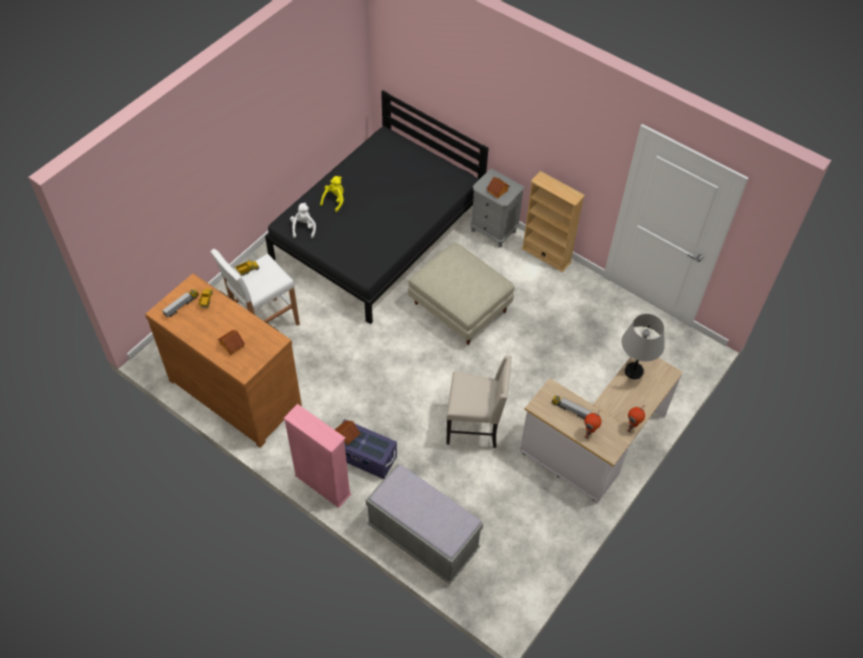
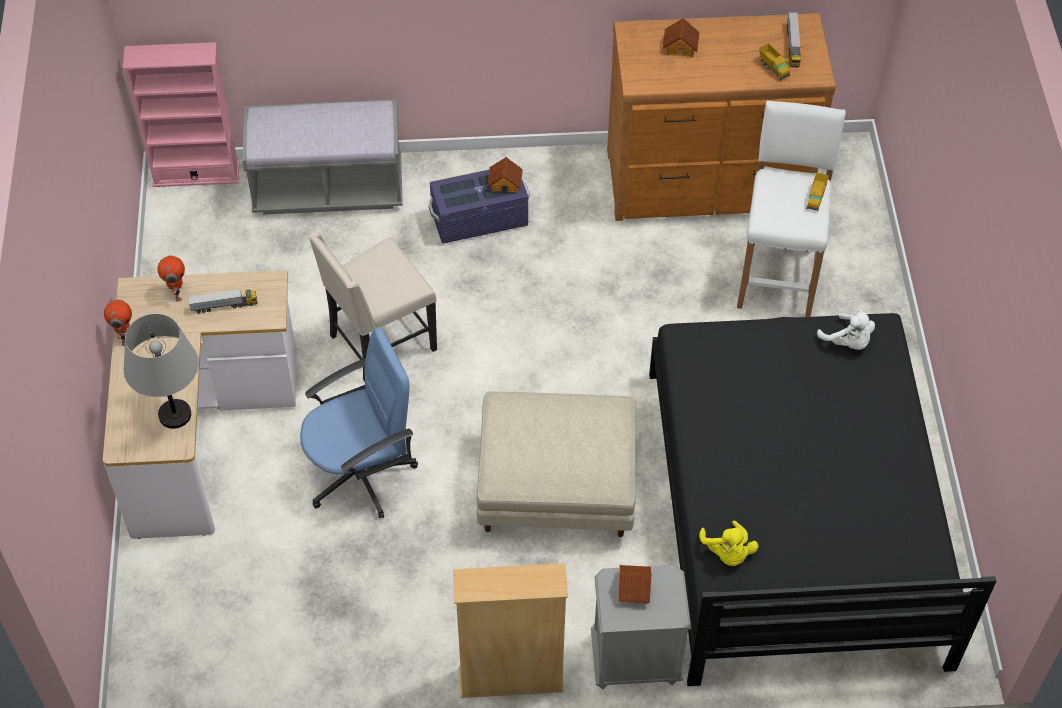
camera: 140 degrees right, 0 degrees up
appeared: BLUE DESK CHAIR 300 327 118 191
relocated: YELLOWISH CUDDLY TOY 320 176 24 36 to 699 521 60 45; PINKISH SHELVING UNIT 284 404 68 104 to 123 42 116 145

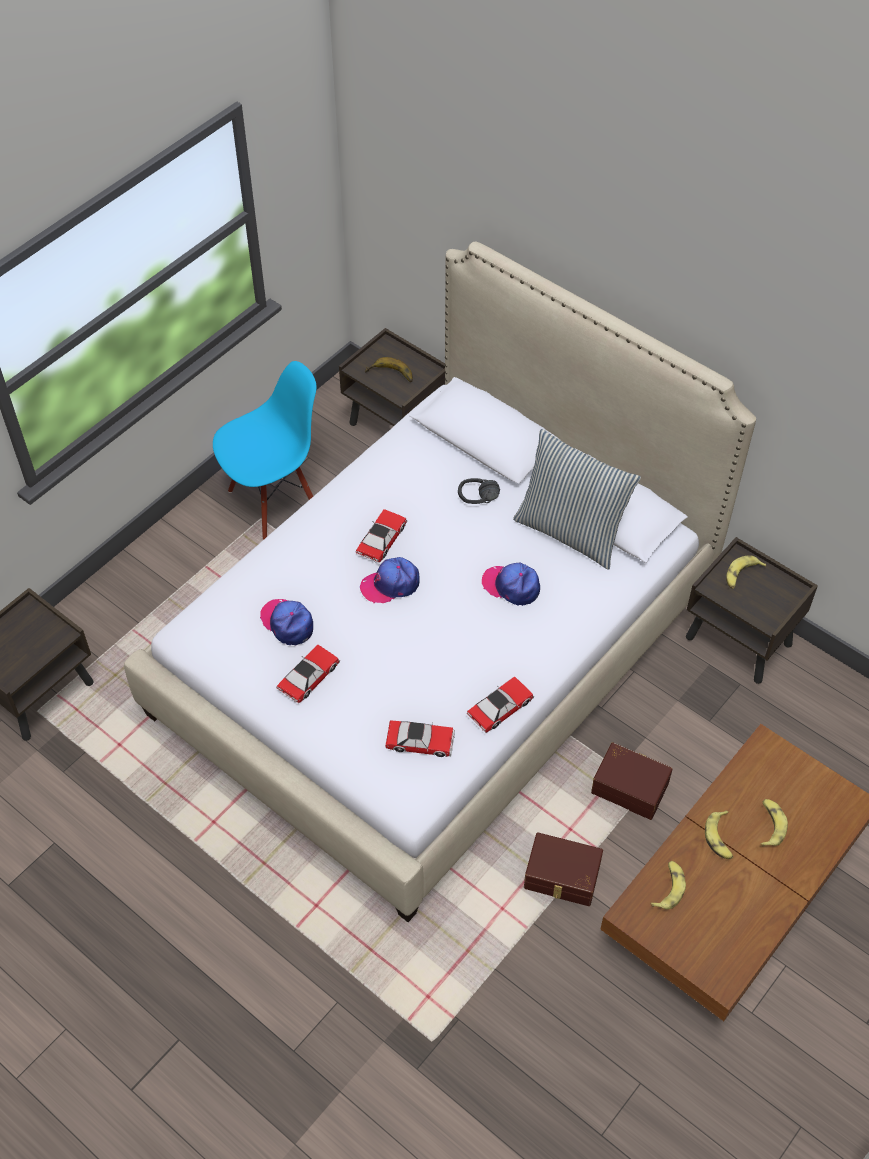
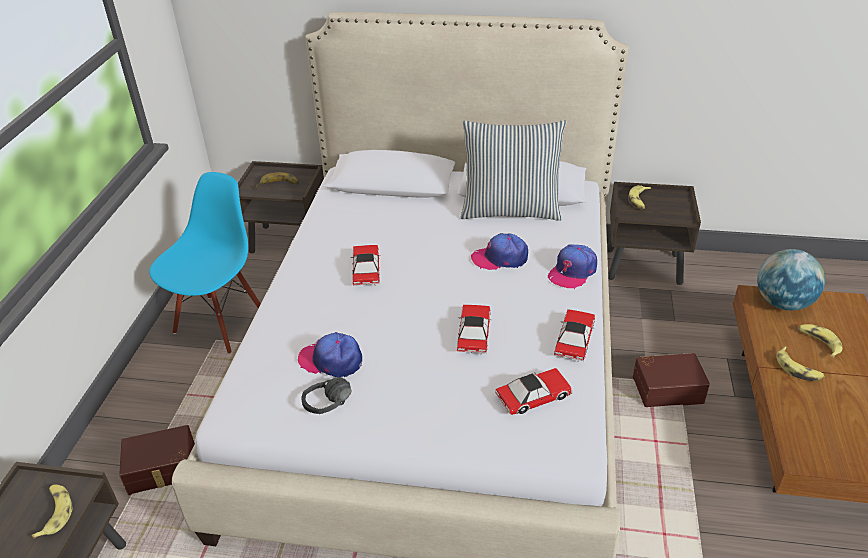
camera: 30 degrees left, 15 degrees down
appeared: DESK GLOBE 757 249 68 62
relocated: BLACKISH HEADPHONES 458 478 42 26 to 302 377 49 37; PEAKED CAP 360 557 60 46 to 548 244 49 45; MODEL CAR 277 645 63 58 to 457 305 35 50; BROWN-COLOURED STORAGE BIN 524 832 79 74 to 119 425 76 70; WHOLE BANANA 650 861 36 49 to 31 484 42 55

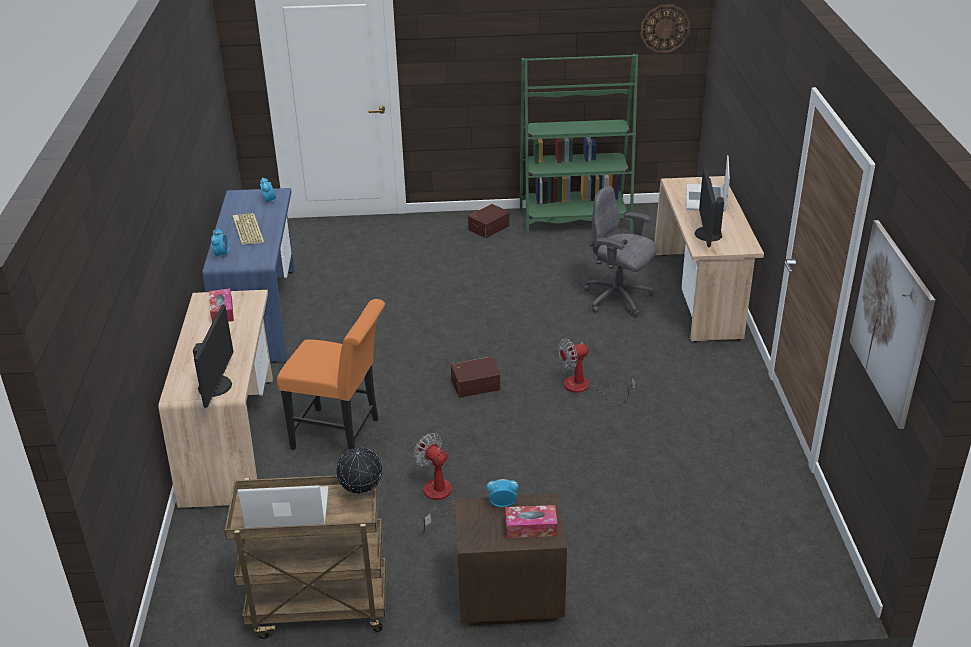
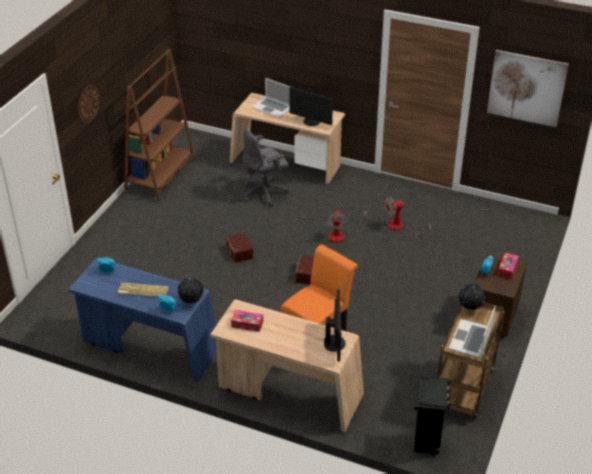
camera: 65 degrees left, 5 degrees up
appeared: DESK GLOBE 177 277 26 26; BLACKISH WASTE BIN 414 377 37 78
relocated: HANGING CLOCK 640 4 50 49 to 78 85 22 38; BROWN-COLOURED STORAGE BIN 468 204 42 34 to 226 233 28 30; FAN 413 433 40 99 to 385 197 46 41
colour: GREEN SHELVING UNIT 520 54 118 181 to BROWN-COLOURED SHELVING UNIT 124 49 72 152
spun: COMPUTER DISPLAY 193 304 41 104 = 324 288 22 74 60 degrees clockwise

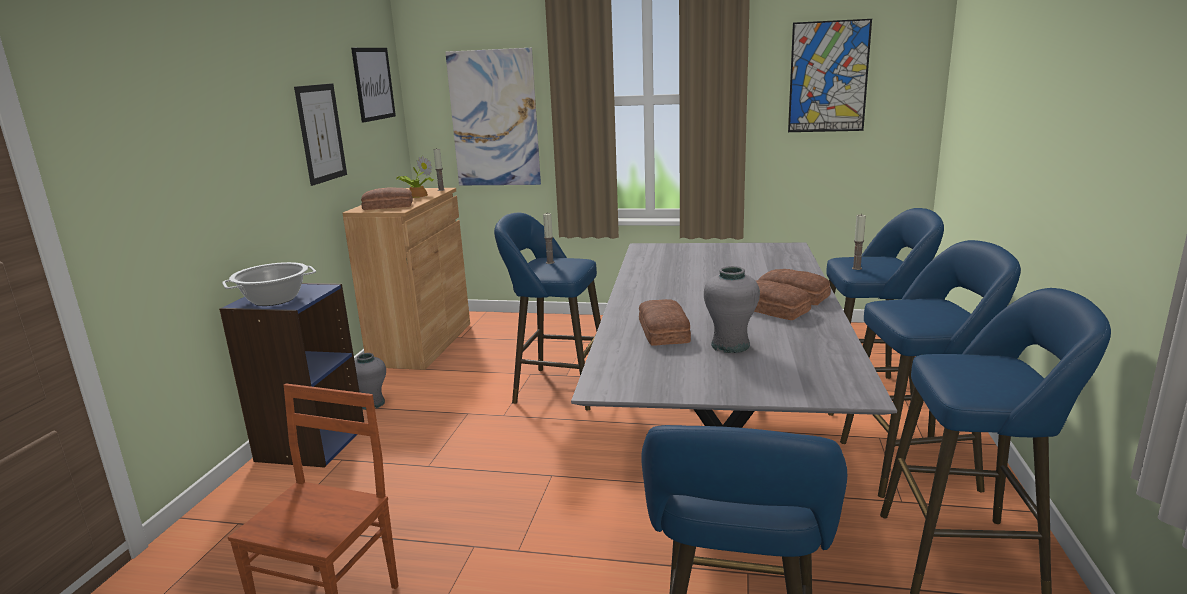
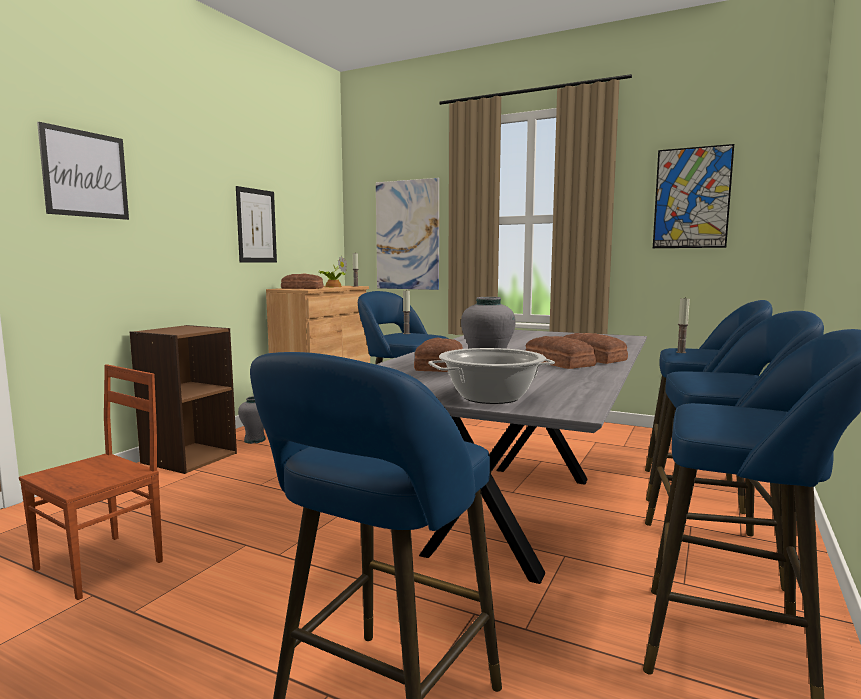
camera: 15 degrees right, 10 degrees down
relocated: WALL ART 351 48 45 75 to 37 122 92 98; SAUCEPOT 222 262 94 44 to 428 348 127 56
colour: BLUE SHELVING UNIT 219 283 146 185 to BROWN-COLOURED SHELVING UNIT 130 325 107 149

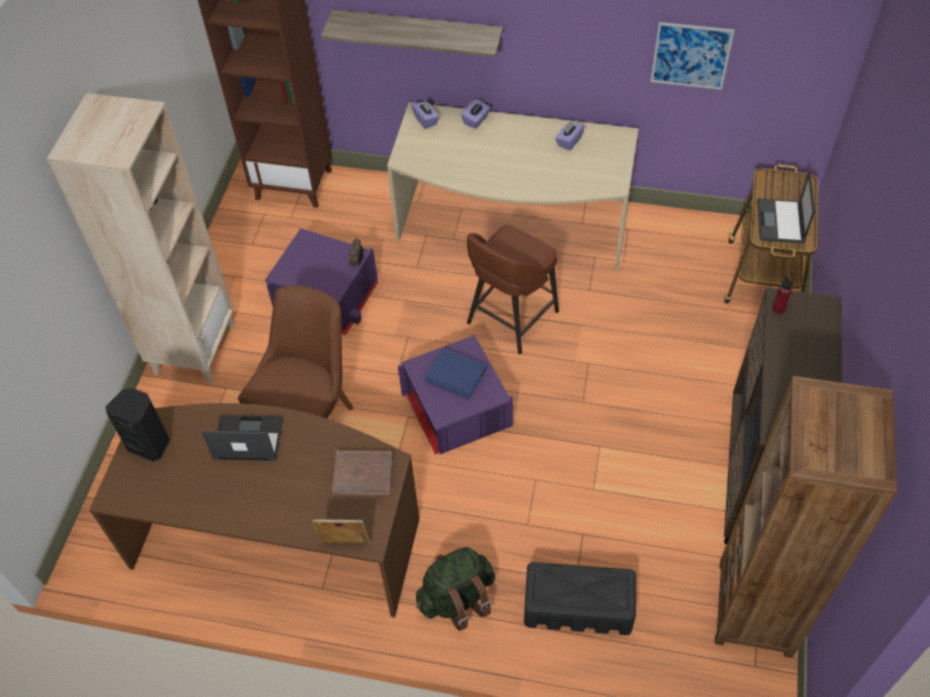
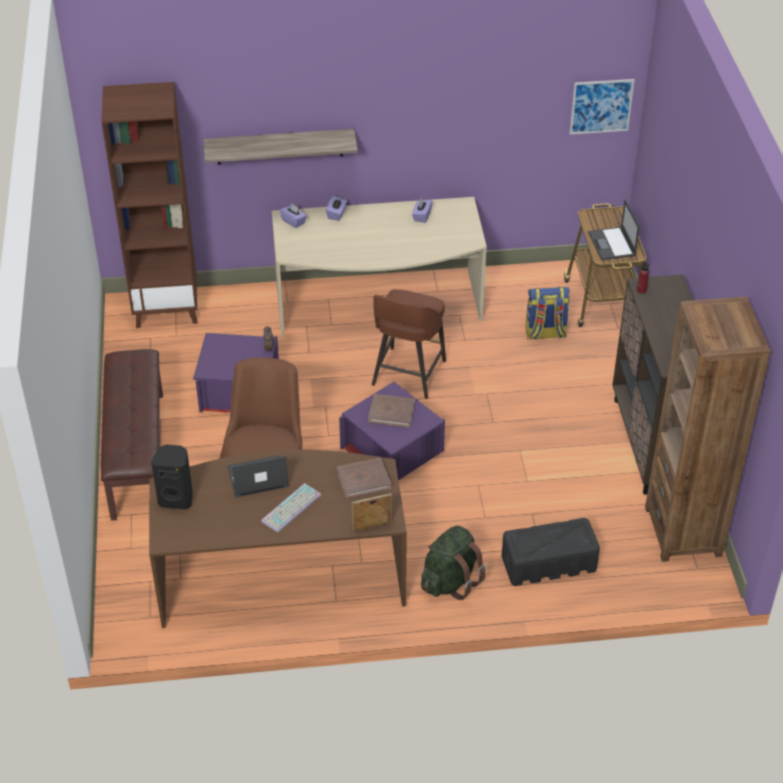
camera: 20 degrees left, 10 degrees down
appeared: BACKPACK 526 287 44 53; COMPUTER KEYBOARD 261 483 60 50
relocated: WALL ART 650 22 84 68 to 570 79 64 55
exchanged: SAND-COLOURED SHELVING UNIT 47 93 187 290 to BROWN-COLOURED LONG SEAT 101 349 62 172
colour: BLUE BOOK 425 348 62 51 to BROWN-COLOURED BOOK 368 394 47 34

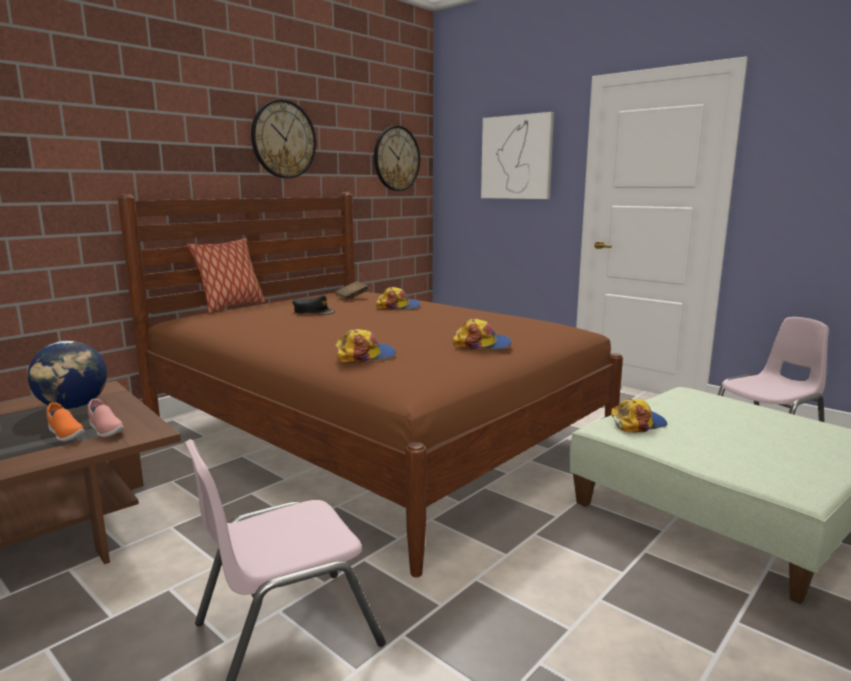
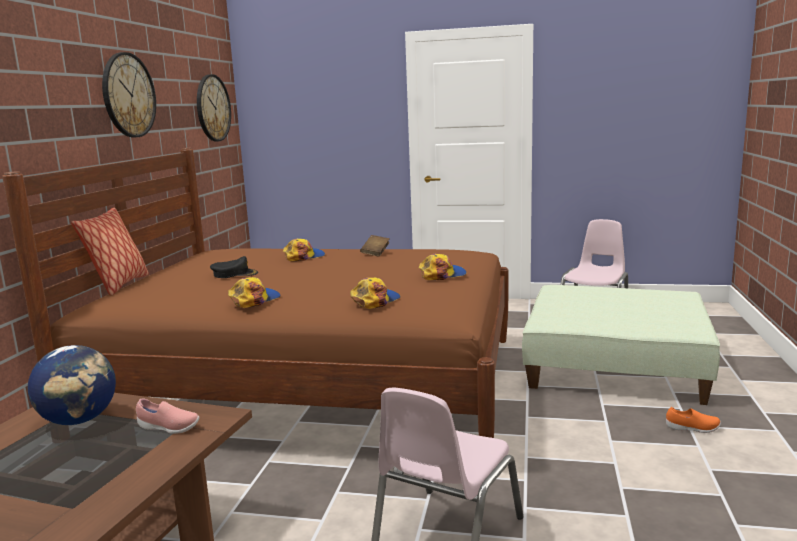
camera: 30 degrees left, 0 degrees up
missing: WALL ART 481 112 73 87
relocated: BROWN-COLOURED BOOK 335 281 33 20 to 360 235 30 21; PEAKED CAP 611 398 56 35 to 228 277 53 31; ORANGE-COLOURED SHOE 46 402 39 39 to 666 407 55 26

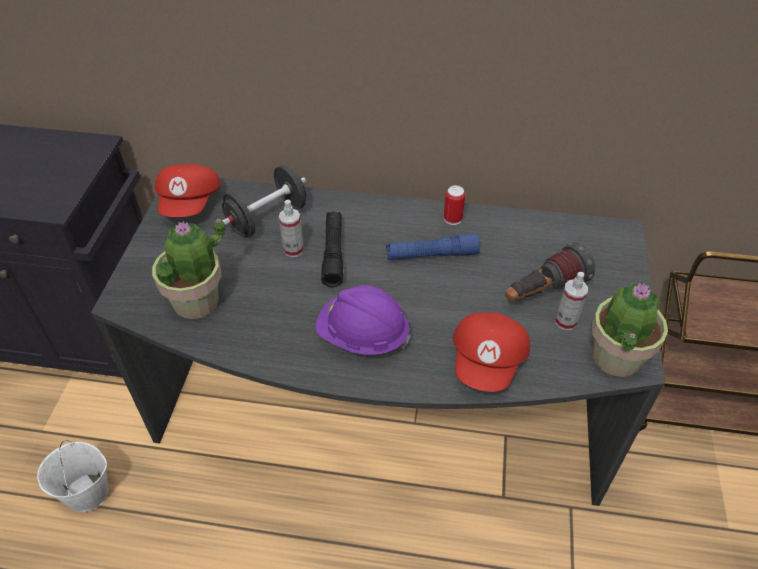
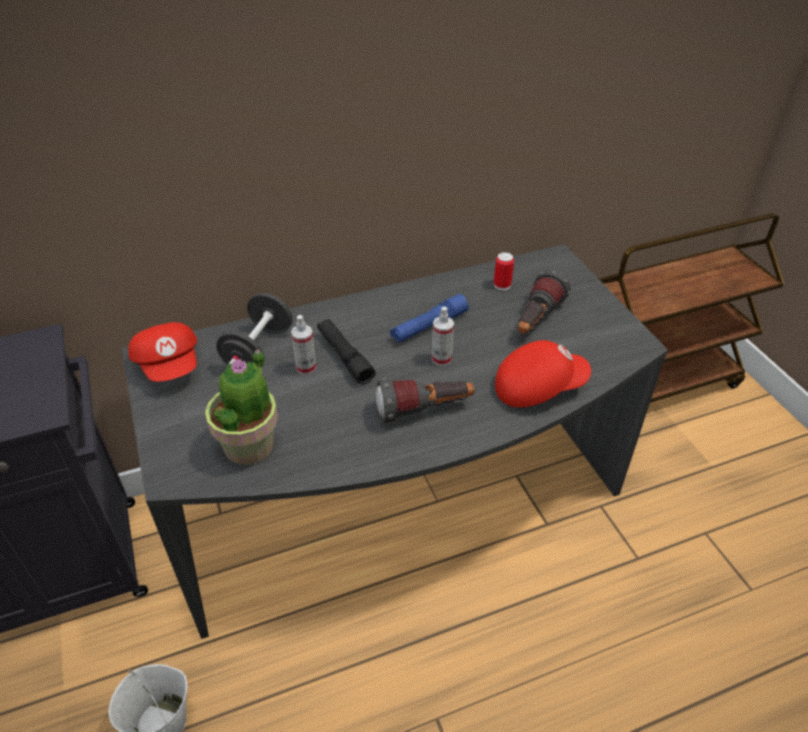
camera: 30 degrees left, 5 degrees down
missing: HOUSEPLANT 591 283 77 94
relocated: SEALED CAN 444 185 21 40 to 494 252 20 38; SPRAYER 555 272 33 58 to 432 307 22 59
exchanged: PURPLISH WORK HELMET 316 285 95 70 to TORCH 376 378 98 46
spun: REDDISH PEAKED CAP 453 312 77 80 = 495 340 96 67 90 degrees counterclockwise

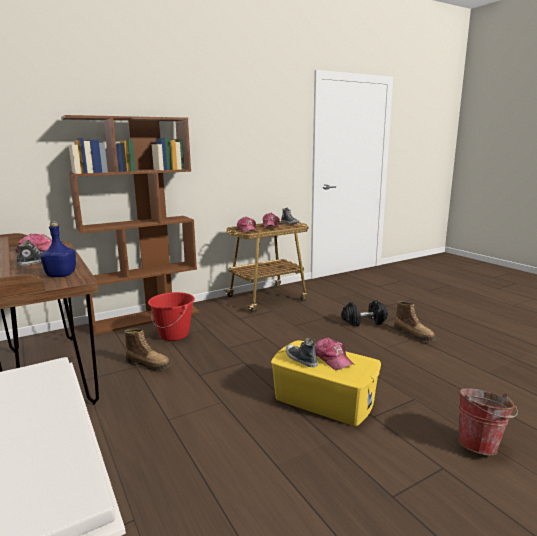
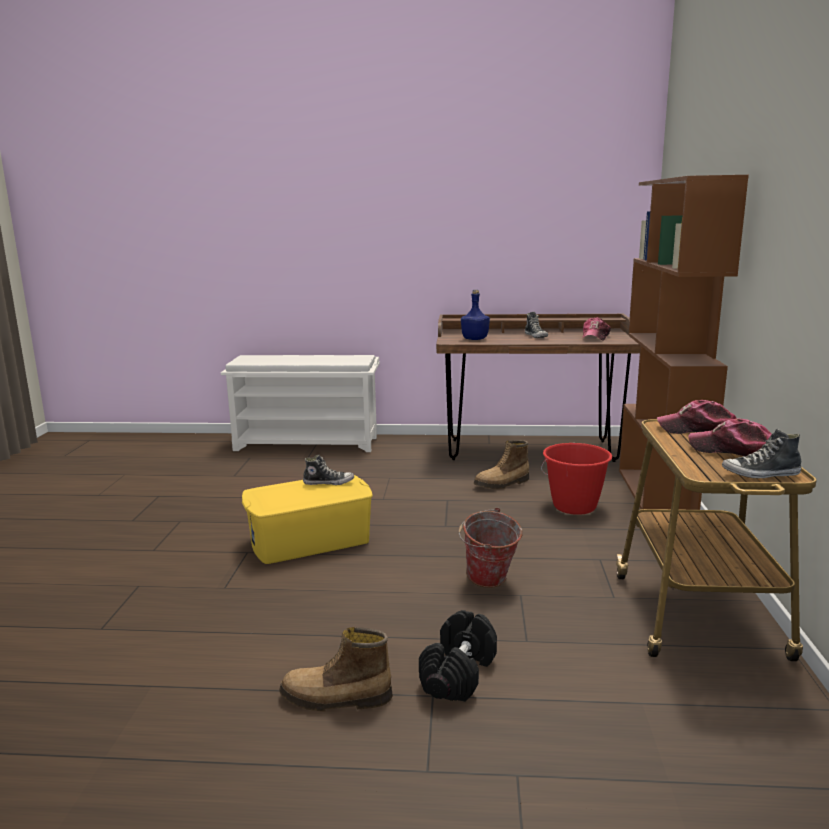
camera: 125 degrees right, 0 degrees up
missing: PEAKED CAP 315 337 39 33
relocated: PAIL 458 388 60 68 to 459 507 63 81

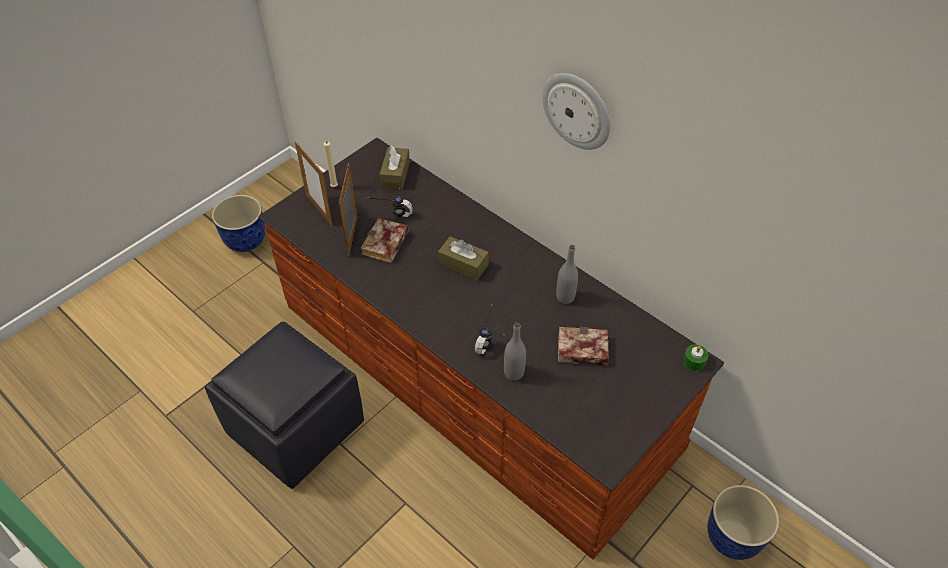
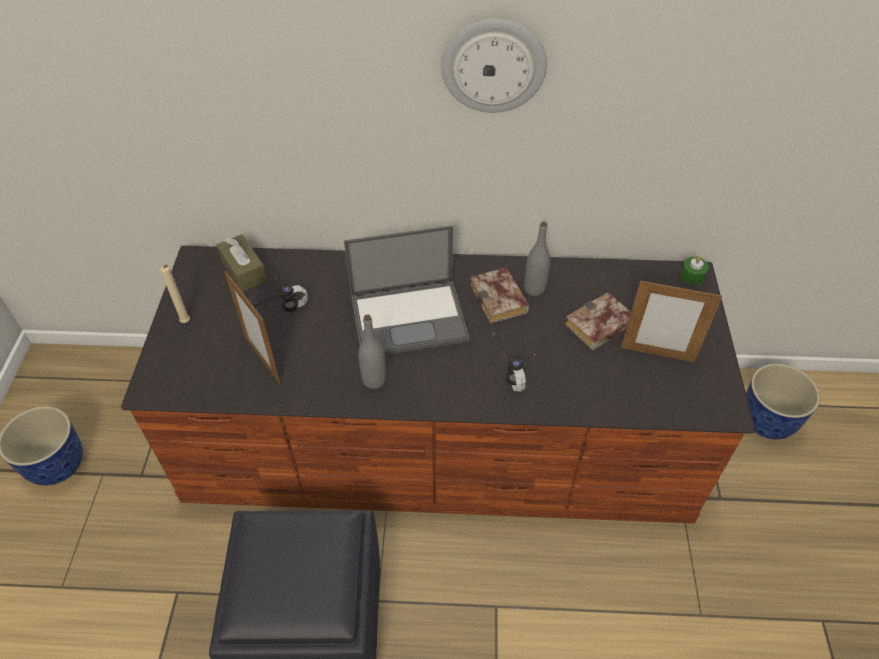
camera: 40 degrees left, 0 degrees up
relocated: STANDING FRAME 295 141 38 85 to 621 281 102 81; BOOK 361 218 48 45 to 470 267 59 57; GRAY DRINK BOTTLE 504 322 22 59 to 358 315 28 74
exchanged: BROWN-COLOURED TISSUE HOLDER 438 237 51 43 to NOTEBOOK COMPUTER 344 225 126 130

